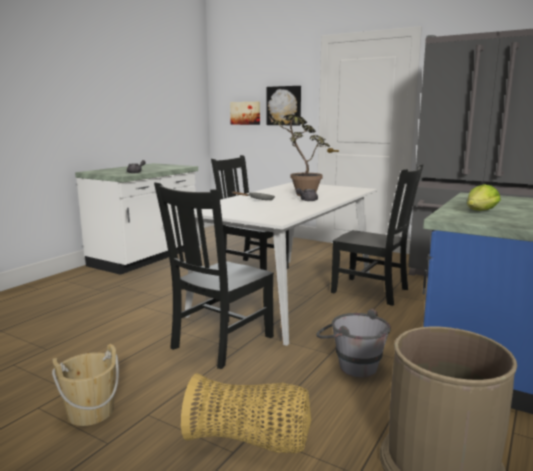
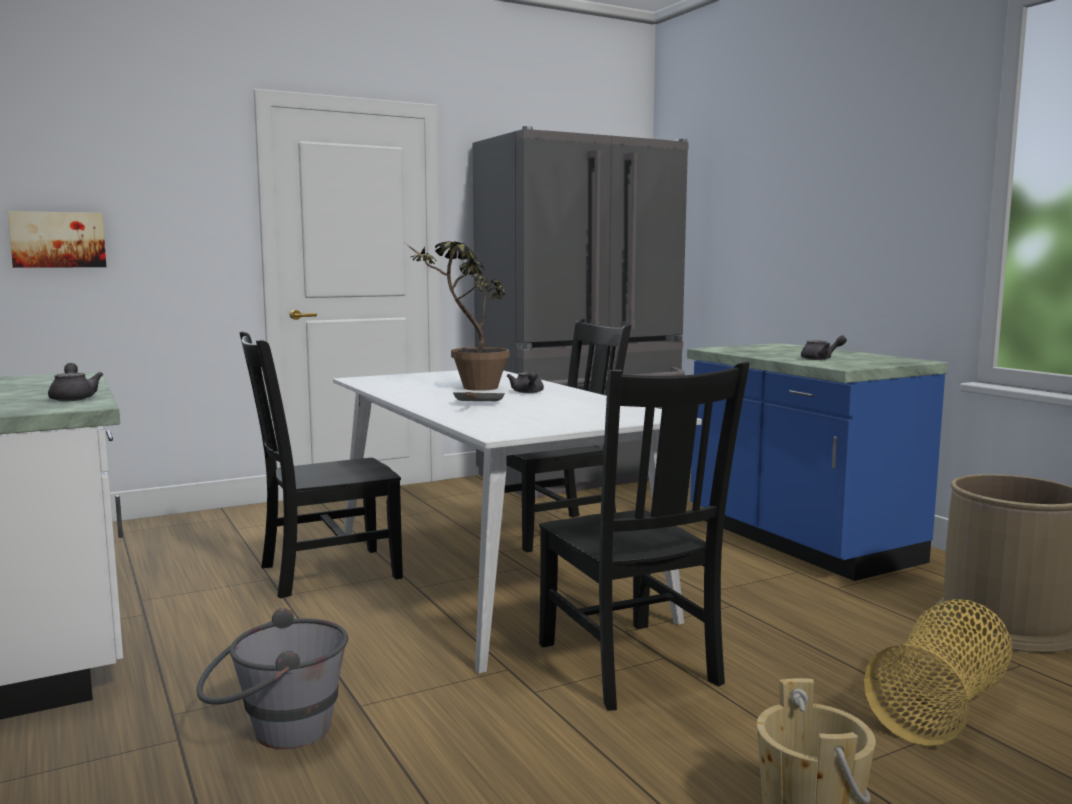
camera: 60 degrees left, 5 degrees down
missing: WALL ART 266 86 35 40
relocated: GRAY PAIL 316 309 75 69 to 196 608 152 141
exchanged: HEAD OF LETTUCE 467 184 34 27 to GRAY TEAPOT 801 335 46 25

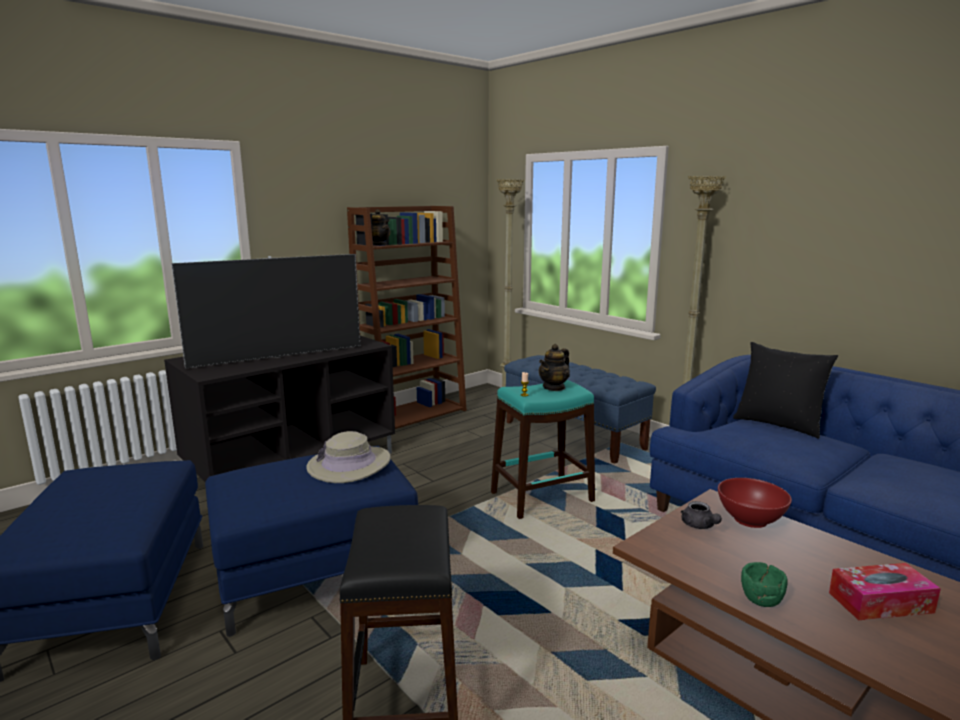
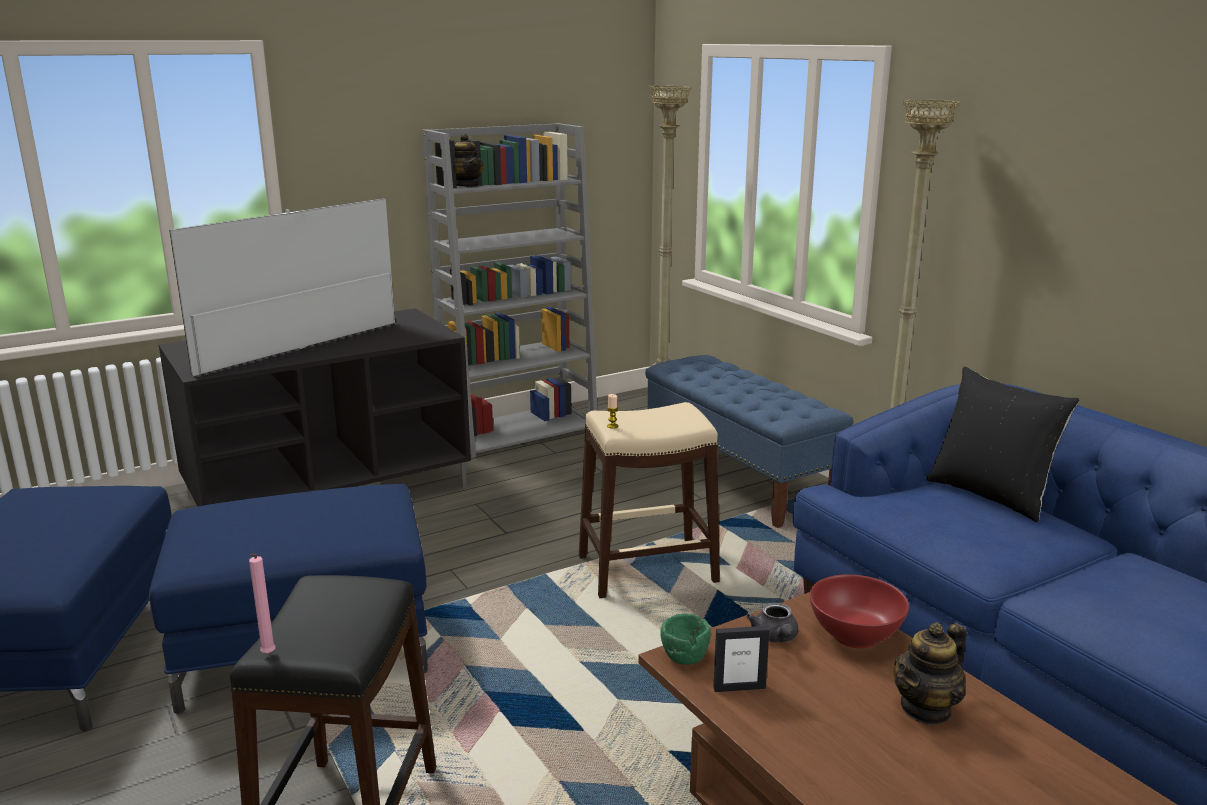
camera: 10 degrees right, 5 degrees up
missing: SAND-COLOURED HAT 306 431 85 52; TISSUE HOLDER 829 563 112 57
appeared: PINKISH WAX LIGHT 249 554 27 100; STANDING FRAME 713 626 56 66
relocated: TEAPOT 539 344 31 47 to 894 622 72 104; GREEN SERVING BOWL 741 562 47 45 to 660 614 51 51
colour: BROWN-COLOURED SHELVING UNIT 347 206 120 223 to GRAY SHELVING UNIT 423 123 175 335; TURQUOISE STOOL 491 380 104 139 to SAND-COLOURED STOOL 579 402 141 196
spun: TV SET 171 254 189 114 = 169 198 226 178 150 degrees clockwise

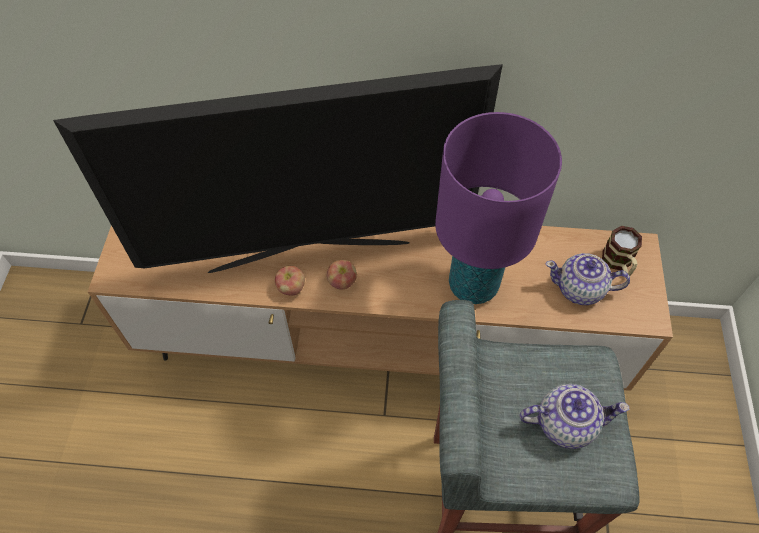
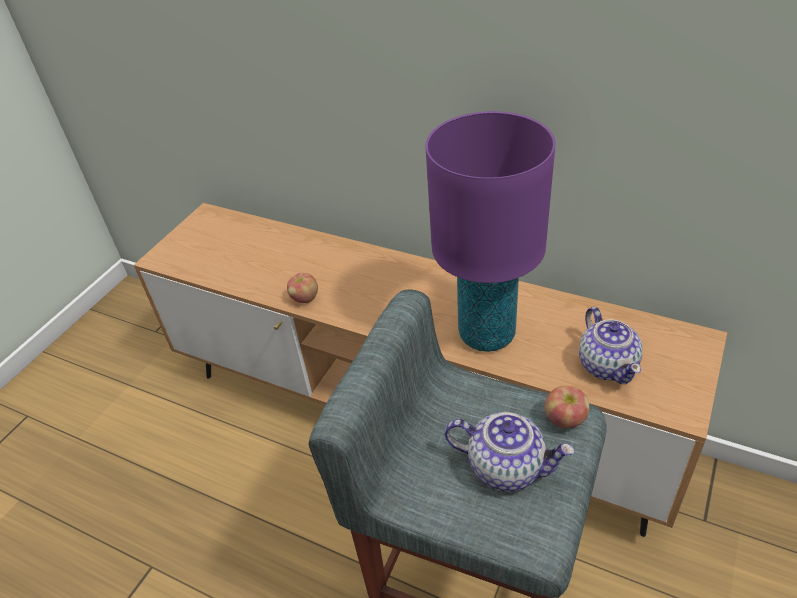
camera: 25 degrees right, 15 degrees down
missing: TV SET 53 64 450 209; COFFEE MUG 602 226 40 50
relocated: WHOLE APPLE 327 260 30 30 to 544 386 45 42
spun: TEAPOT 545 253 85 52 = 579 307 64 77 135 degrees counterclockwise

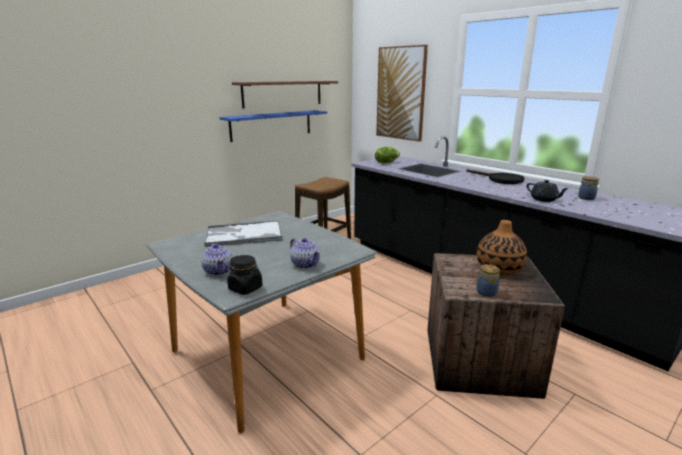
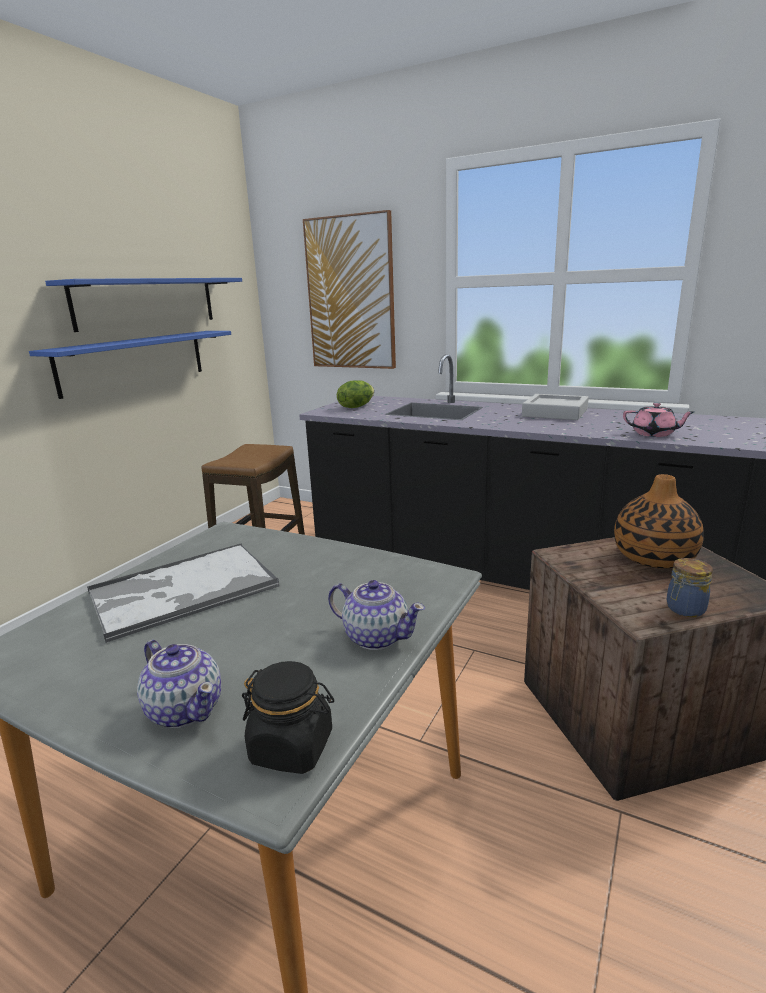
camera: 20 degrees left, 0 degrees up
missing: PRESERVE JAR 578 176 21 24
exchanged: BLACKISH FRYING PAN 466 169 58 15 to GRAY SERVING TRAY 522 394 67 26
colour: BROWN-COLOURED BRACKET SHELF 232 81 106 28 to BLUE BRACKET SHELF 45 278 197 54; BLACKISH TEAPOT 527 180 42 22 to PINKISH TEAPOT 623 403 71 34

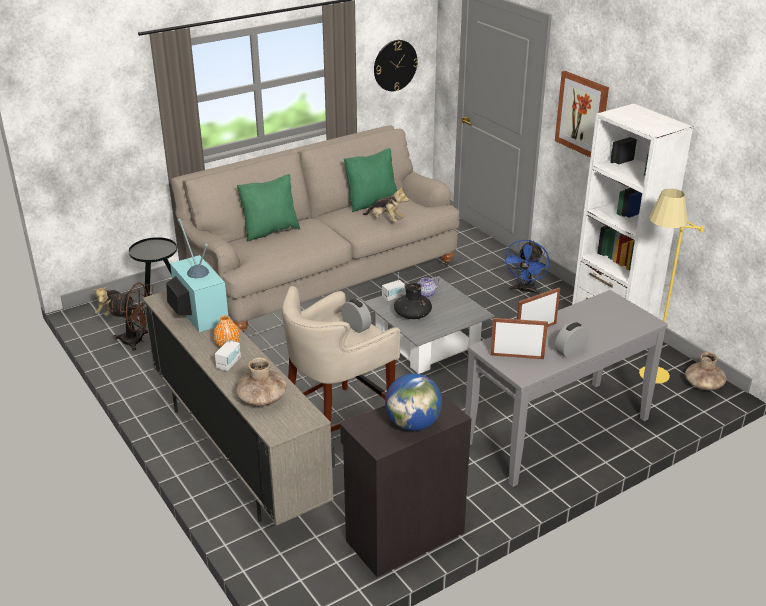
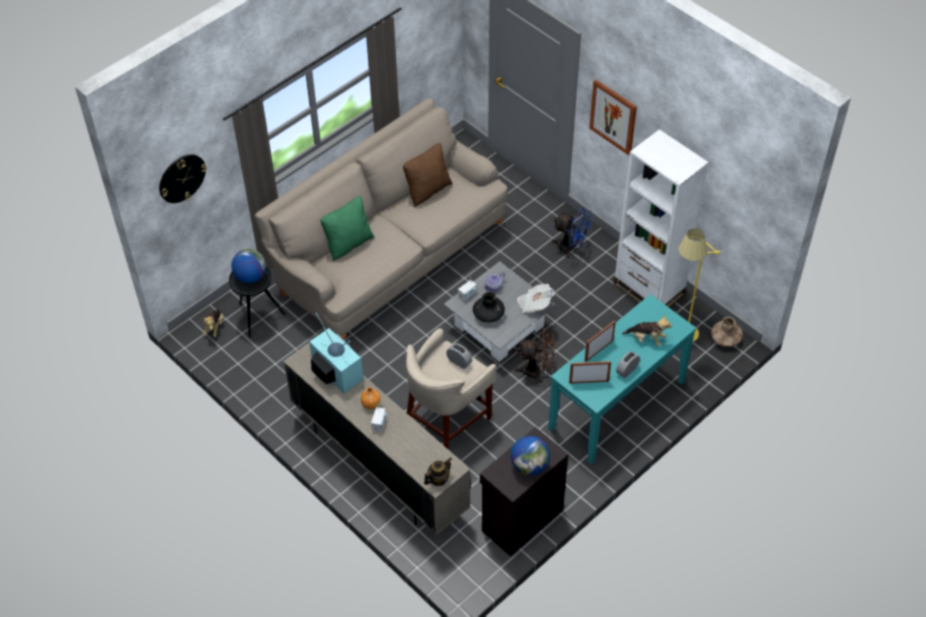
camera: 10 degrees left, 20 degrees up
missing: BROWN-COLOURED VASE 236 357 51 49
appeared: DESK GLOBE 231 249 35 34; DAILY PAPER 517 284 37 29; TEAPOT 424 457 28 29
relocated: HANGING CLOCK 374 40 44 51 to 159 154 48 49; CUDDLY TOY 363 187 46 35 to 622 315 50 31; BROWN-COLOURED FAN 108 282 45 69 to 515 328 40 55
colour: GREEN CUSHION 344 148 53 64 to BROWN-COLOURED CUSHION 403 143 50 64; GRAY CONSOLE TABLE 465 290 203 197 to TURQUOISE CONSOLE TABLE 548 294 148 170
spun: BLUE FAN 503 240 47 55 = 552 208 41 50 75 degrees counterclockwise

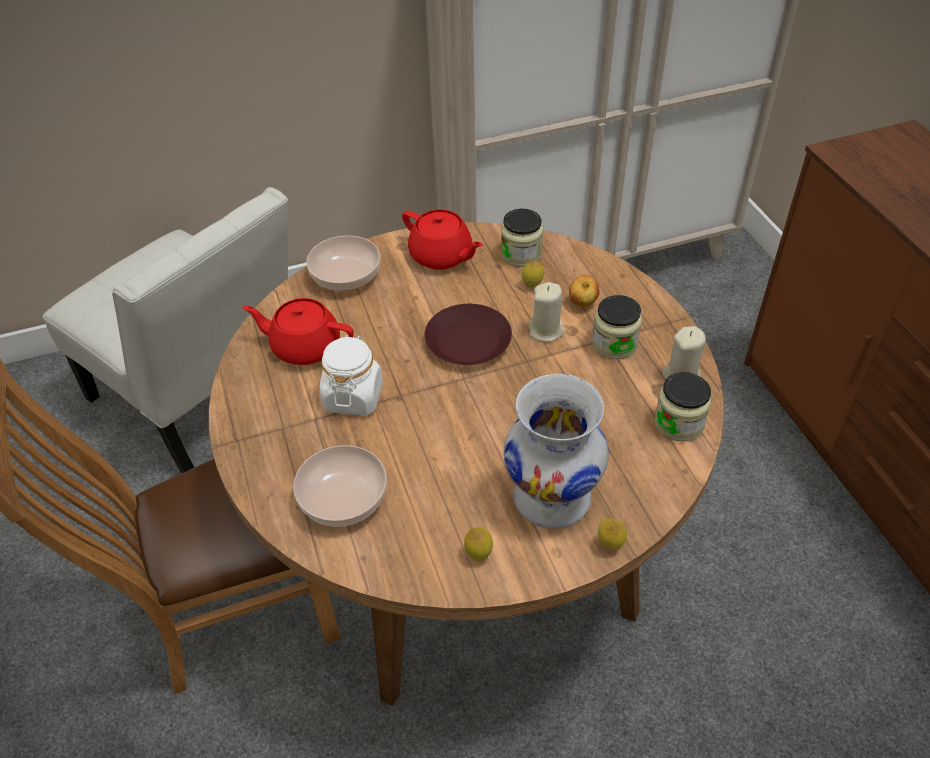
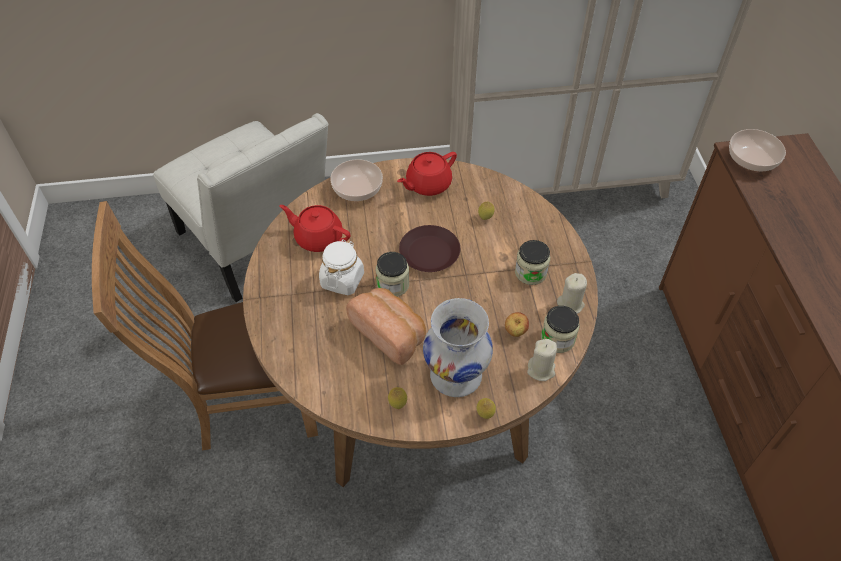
camera: 10 degrees right, 5 degrees up
appeared: BREAD 346 288 80 77
relocated: PRESERVE JAR 501 209 42 58 to 376 252 33 45; WHOLE APPLE 569 275 30 32 to 505 312 24 25; SAND-COLOURED WAX LIGHT 529 282 36 60 to 527 339 30 42; SERVING BOWL 293 445 94 82 to 729 129 57 43
spun: REDDISH TEAPOT 402 209 81 61 = 397 152 60 44 90 degrees clockwise

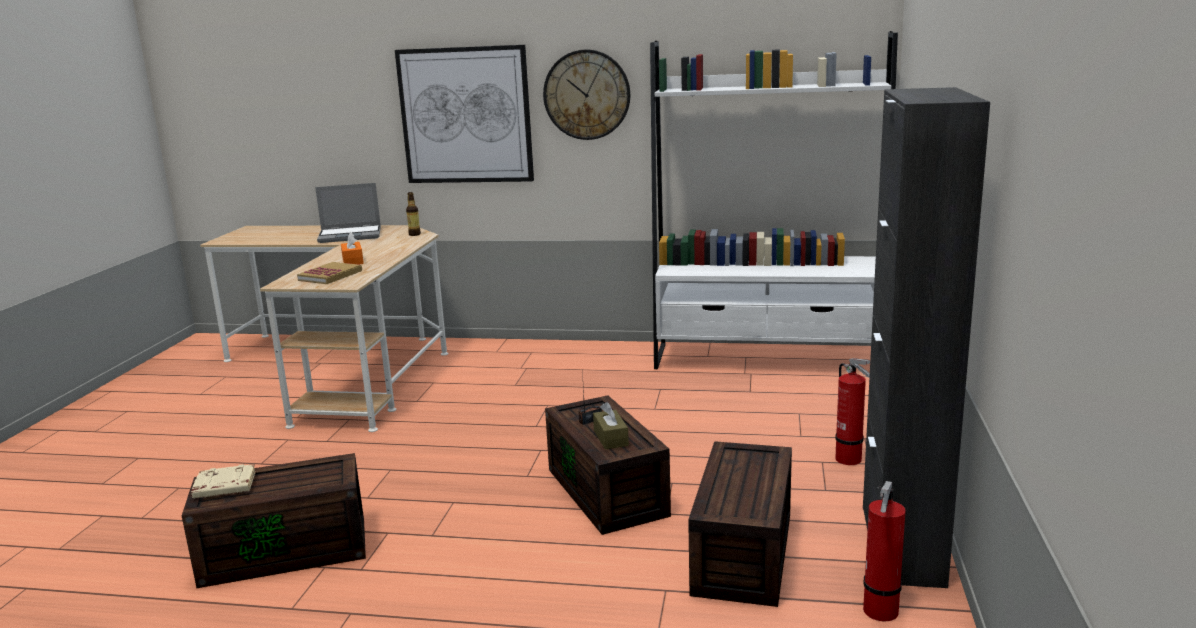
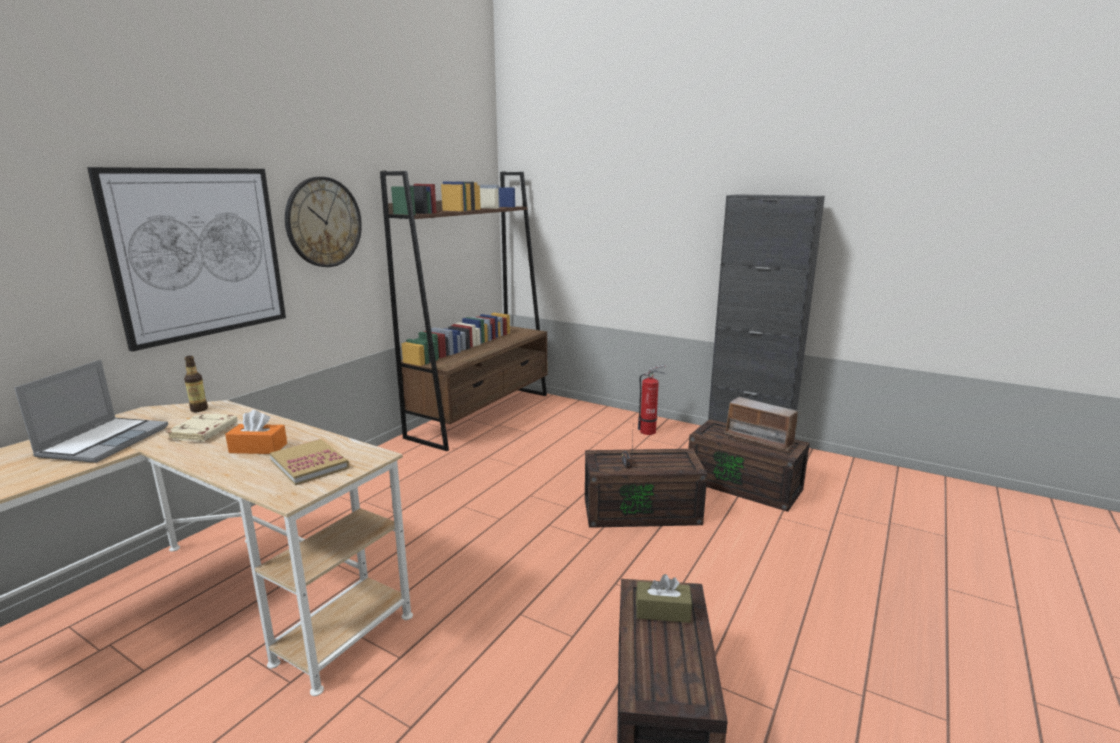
camera: 70 degrees left, 0 degrees up
missing: FIRE-FIGHTING CYLINDER 863 481 43 140
appeared: RADIO SET 723 397 75 54
relocated: BROWN-COLOURED TISSUE HOLDER 593 402 36 47 to 636 574 56 49; SAND-COLOURED BOOK 191 464 65 35 to 166 413 72 29
colour: WHITISH SHELVING UNIT 650 31 248 338 to BROWN-COLOURED SHELVING UNIT 380 171 168 280

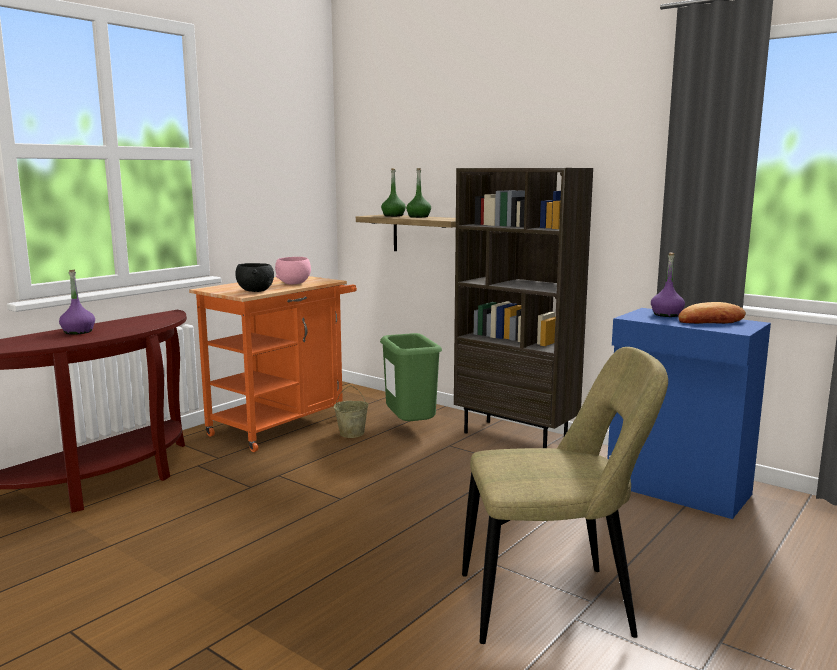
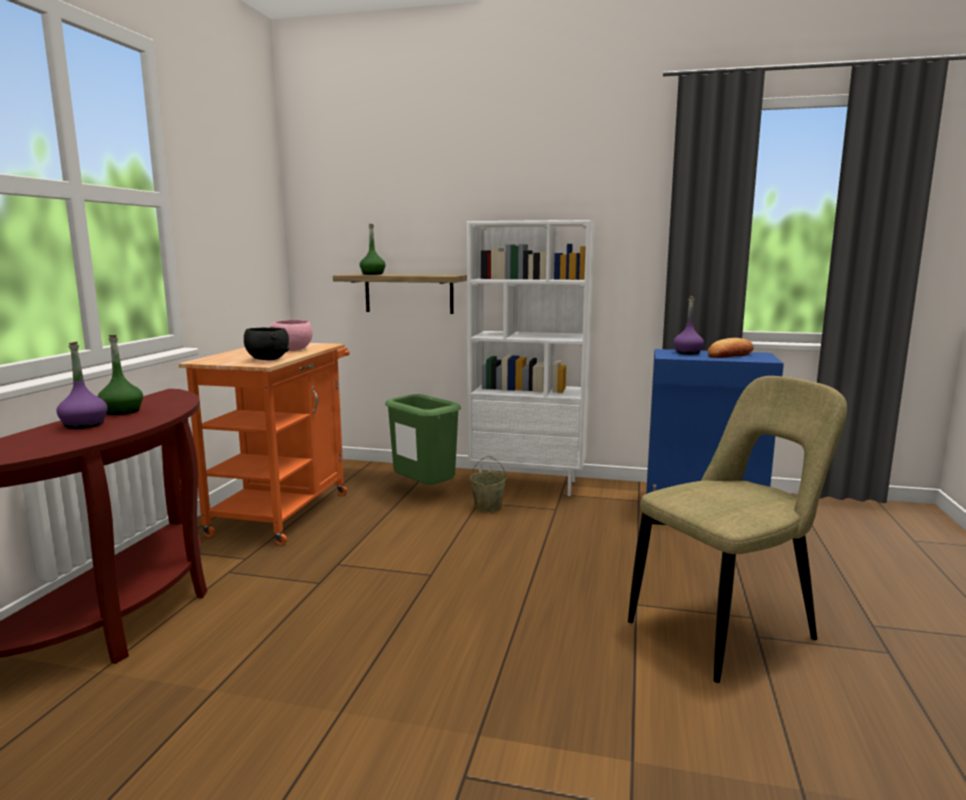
camera: 25 degrees left, 0 degrees up
relocated: GREEN DRINK BOTTLE 406 168 25 50 to 97 335 46 80; SAND-COLOURED PAIL 334 385 35 53 to 470 456 37 57
colour: BROWN-COLOURED SHELVING UNIT 454 168 139 280 to WHITISH SHELVING UNIT 467 220 128 276

